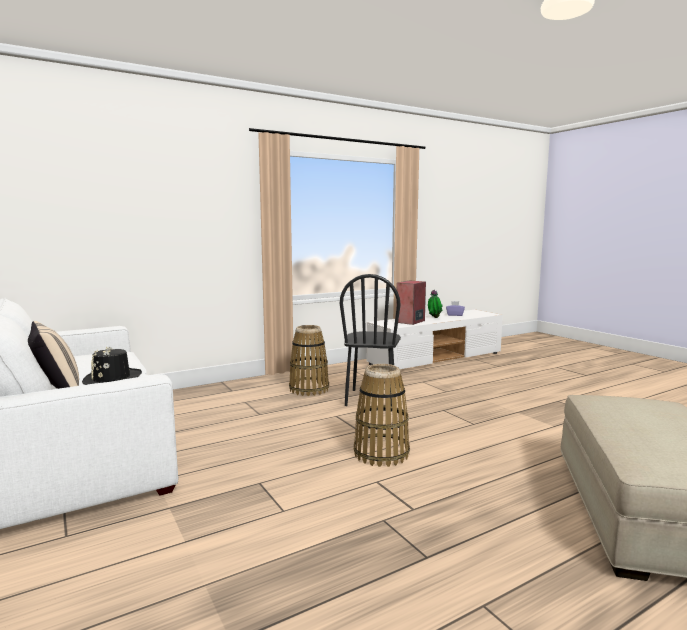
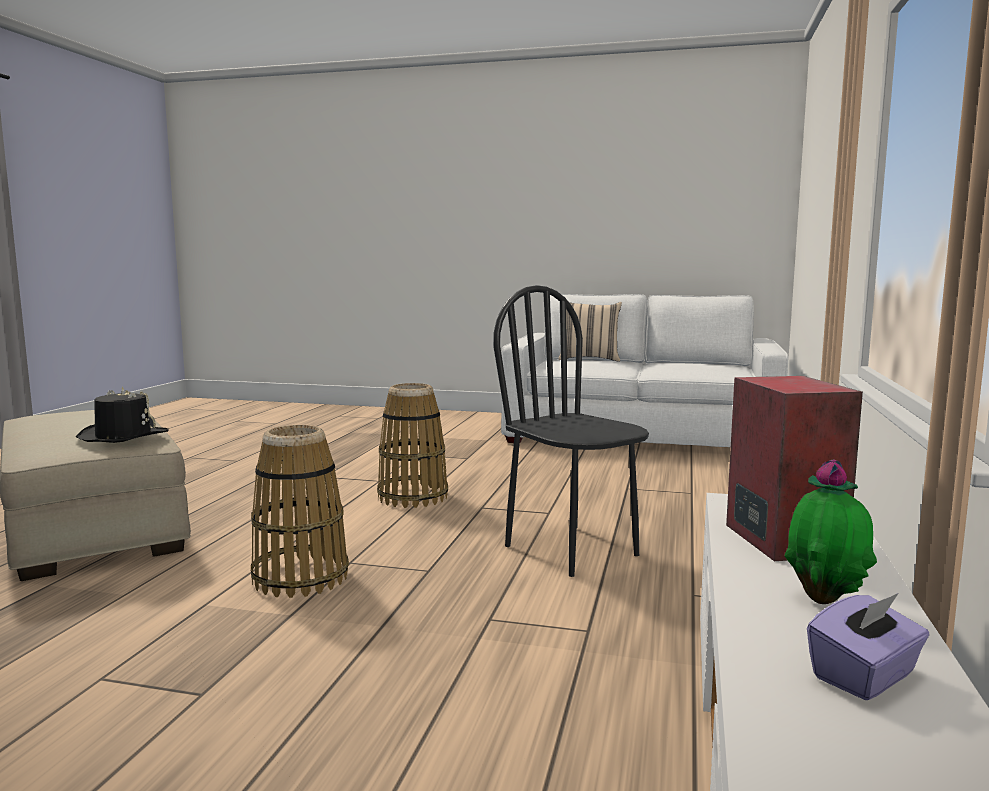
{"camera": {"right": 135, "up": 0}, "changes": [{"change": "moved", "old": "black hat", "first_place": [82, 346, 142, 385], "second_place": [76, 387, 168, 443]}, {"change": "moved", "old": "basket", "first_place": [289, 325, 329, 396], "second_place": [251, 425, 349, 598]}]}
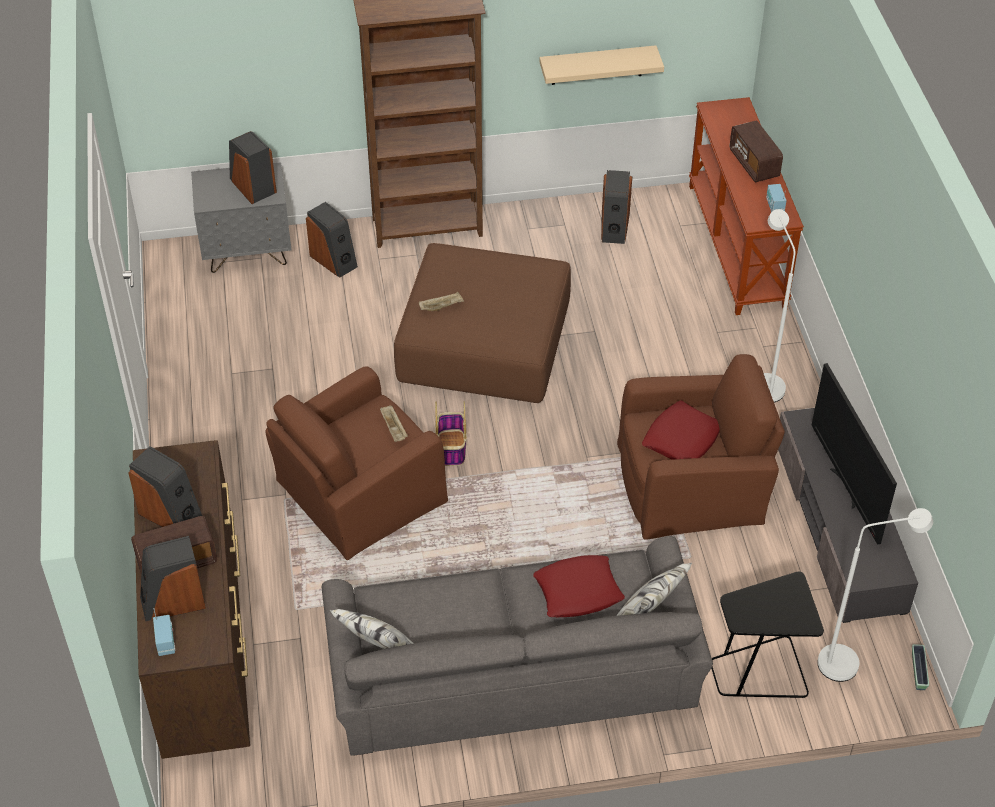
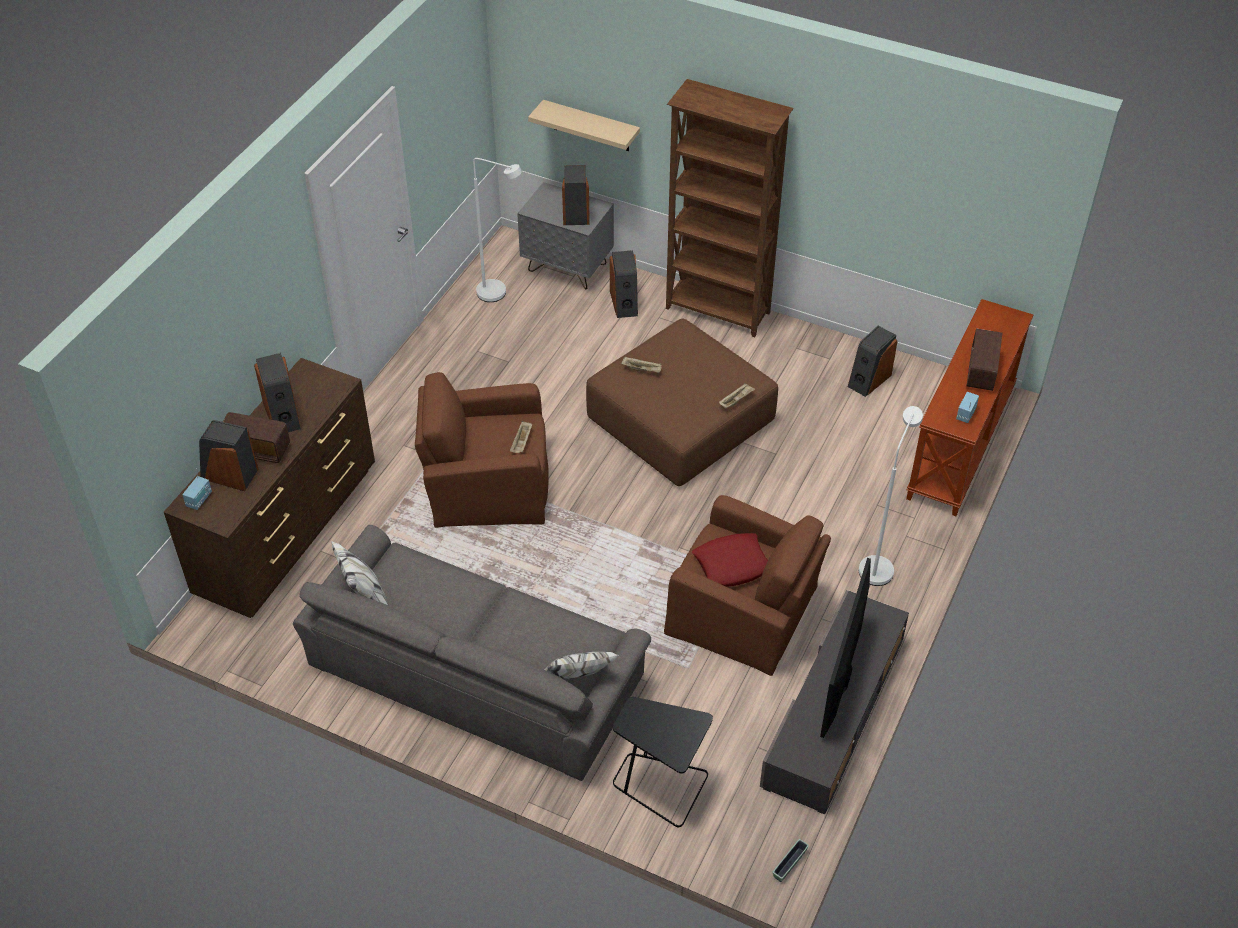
{"camera": {"right": 35, "up": 0}, "changes": [{"change": "removed", "old": "basket", "first_place": [435, 402, 467, 466]}, {"change": "removed", "old": "red pillow", "first_place": [533, 555, 625, 617]}, {"change": "moved", "old": "beige shelf", "first_place": [539, 45, 664, 85], "second_place": [528, 100, 640, 151]}, {"change": "moved", "old": "white floor lamp", "first_place": [817, 508, 933, 682], "second_place": [473, 158, 522, 302]}, {"change": "added", "new": "beige tray", "second_place": [719, 383, 755, 408]}]}
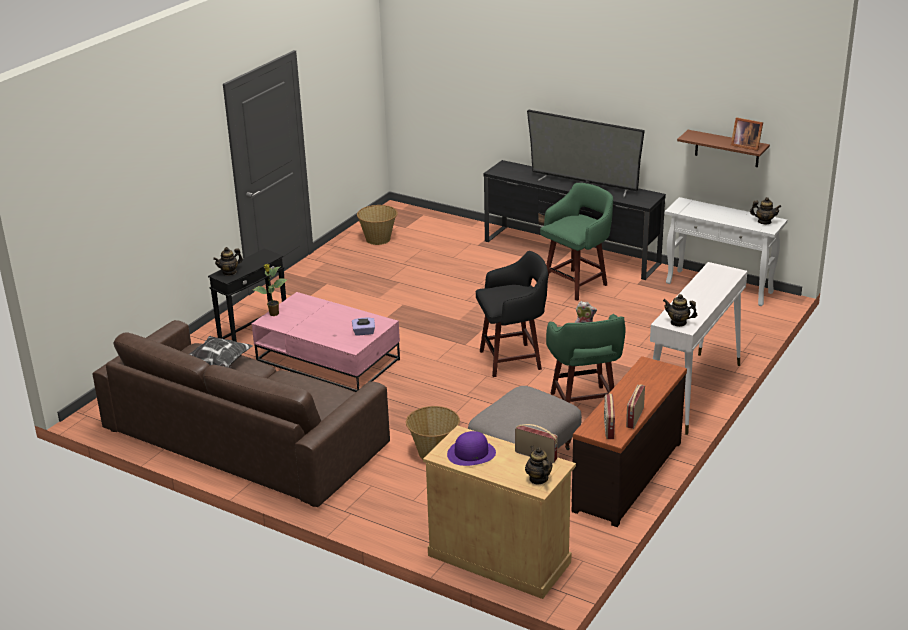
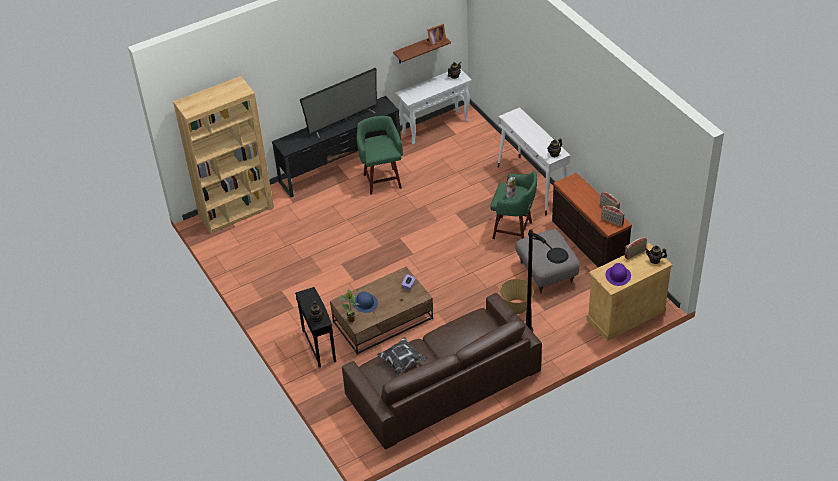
{"camera": {"right": -60, "up": 15}, "changes": [{"change": "recoloured", "old": "pink coffee table", "new": "brown coffee table", "first_place": [252, 292, 400, 392], "second_place": [330, 267, 433, 355]}, {"change": "removed", "old": "basket", "first_place": [357, 205, 398, 245]}, {"change": "removed", "old": "black stool", "first_place": [476, 251, 548, 377]}, {"change": "added", "new": "brown bookcase", "second_place": [173, 76, 274, 233]}, {"change": "added", "new": "blue hat", "second_place": [353, 291, 378, 313]}, {"change": "added", "new": "black floor lamp", "second_place": [526, 229, 568, 332]}]}
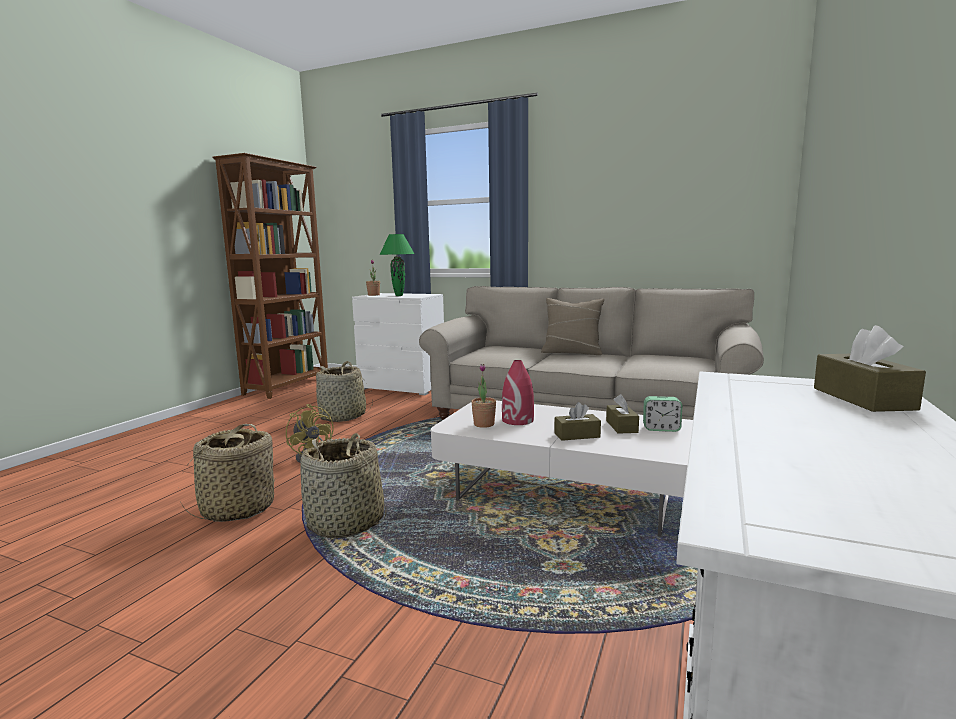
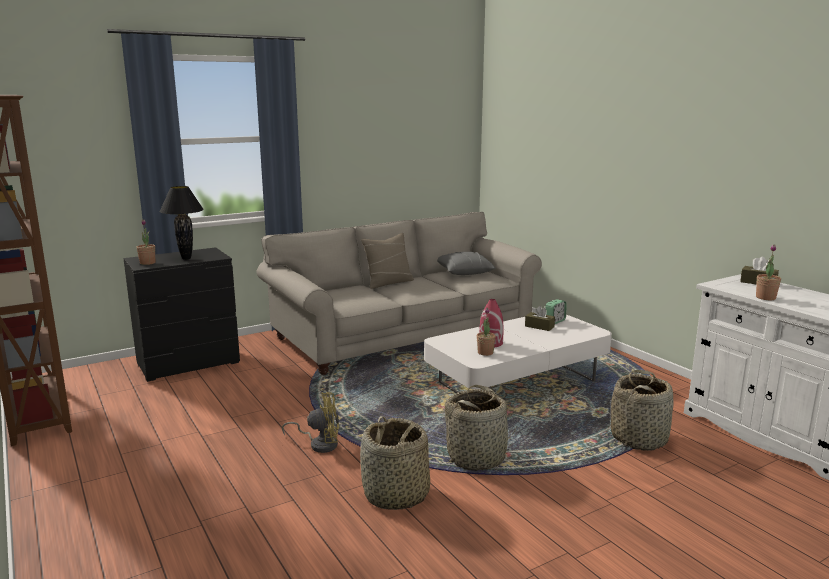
{"camera": {"right": -55, "up": 5}, "changes": [{"change": "moved", "old": "basket", "first_place": [315, 361, 373, 422], "second_place": [611, 370, 674, 451]}, {"change": "recoloured", "old": "white dresser", "new": "black dresser", "first_place": [352, 293, 444, 395], "second_place": [123, 247, 240, 382]}, {"change": "recoloured", "old": "green table lamp", "new": "black table lamp", "first_place": [379, 234, 414, 296], "second_place": [159, 186, 204, 260]}, {"change": "removed", "old": "brown tissue box", "first_place": [554, 402, 601, 441]}, {"change": "added", "new": "grey pillow", "second_place": [437, 252, 496, 275]}, {"change": "added", "new": "potted plant", "second_place": [756, 245, 781, 300]}]}
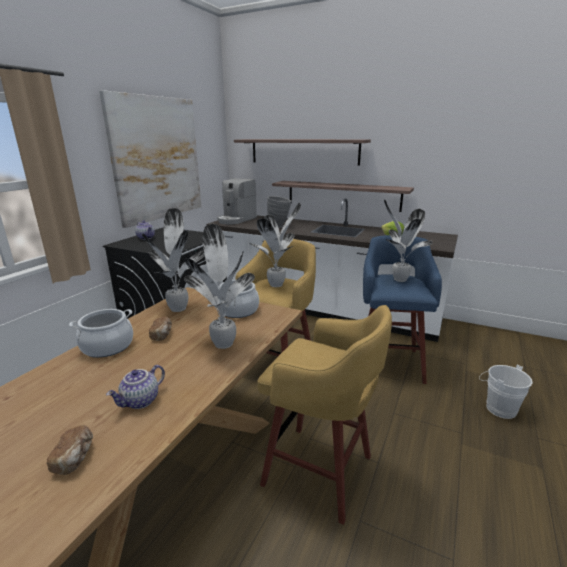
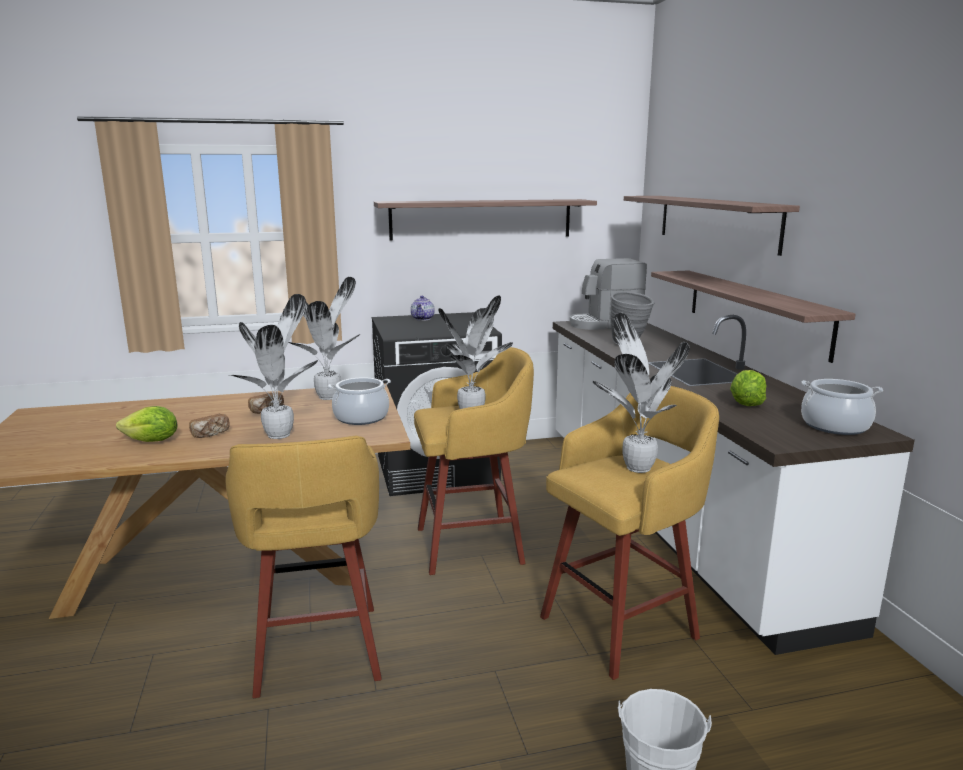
{"camera": {"right": 50, "up": -5}, "changes": [{"change": "moved", "old": "bread", "first_place": [47, 425, 93, 475], "second_place": [189, 414, 230, 438]}, {"change": "moved", "old": "cooking pot", "first_place": [69, 309, 133, 358], "second_place": [801, 379, 883, 435]}, {"change": "replaced", "old": "picture", "new": "shelf", "first_place": [99, 90, 201, 228], "second_place": [374, 199, 597, 241]}, {"change": "replaced", "old": "teapot", "new": "lettuce", "first_place": [106, 365, 165, 409], "second_place": [116, 406, 178, 442]}, {"change": "recoloured", "old": "blue stool", "new": "yellow stool", "first_place": [363, 235, 442, 384], "second_place": [540, 386, 719, 680]}]}
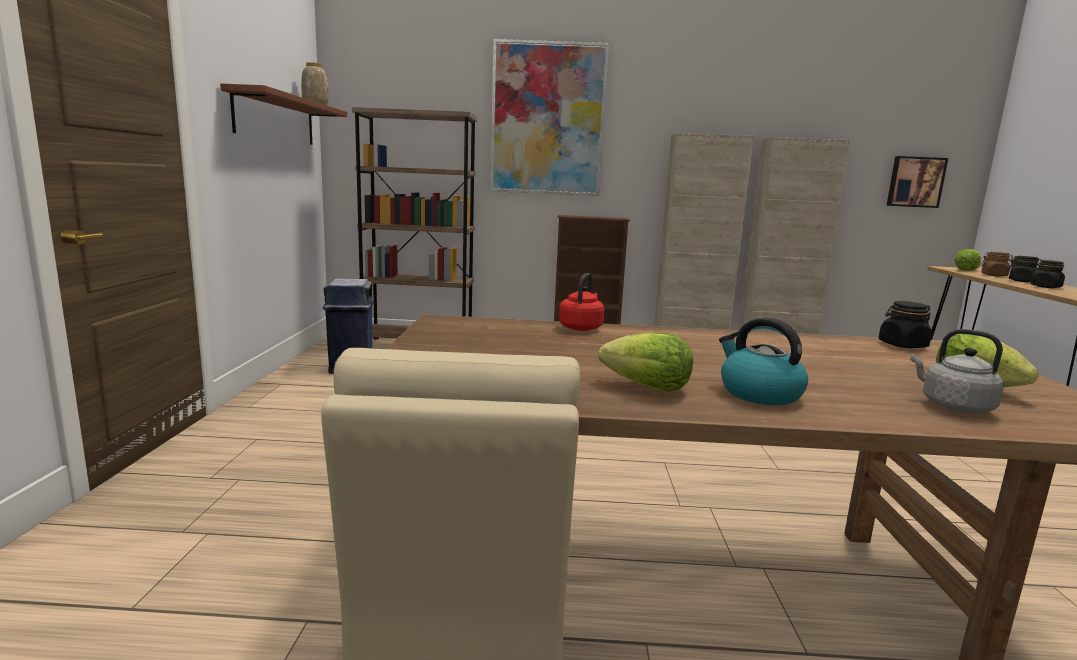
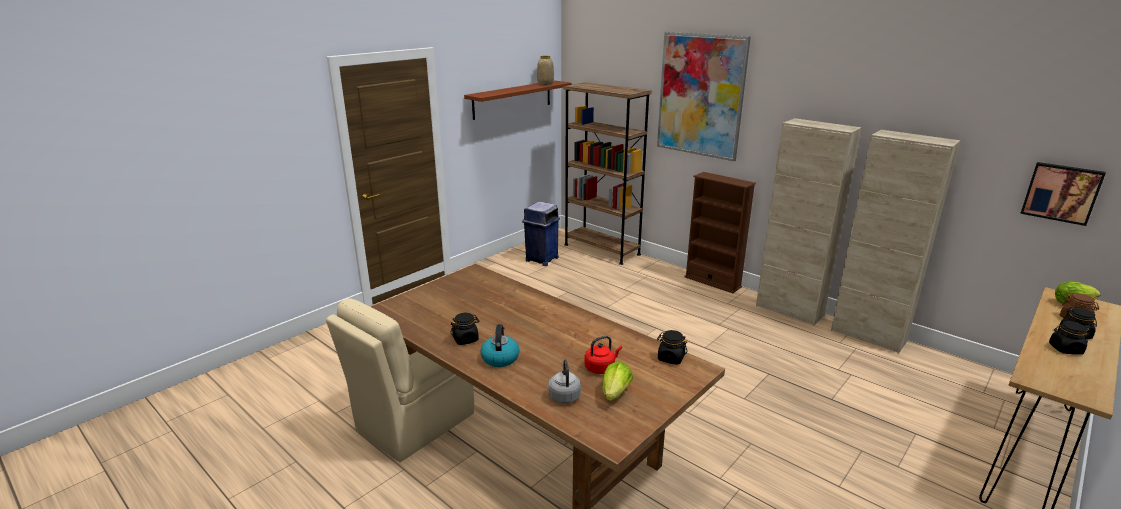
{"camera": {"right": 40, "up": 10}, "changes": [{"change": "moved", "old": "red kettle", "first_place": [559, 273, 604, 331], "second_place": [584, 336, 622, 374]}, {"change": "replaced", "old": "lettuce", "new": "black jar", "first_place": [599, 332, 693, 392], "second_place": [451, 313, 480, 345]}]}
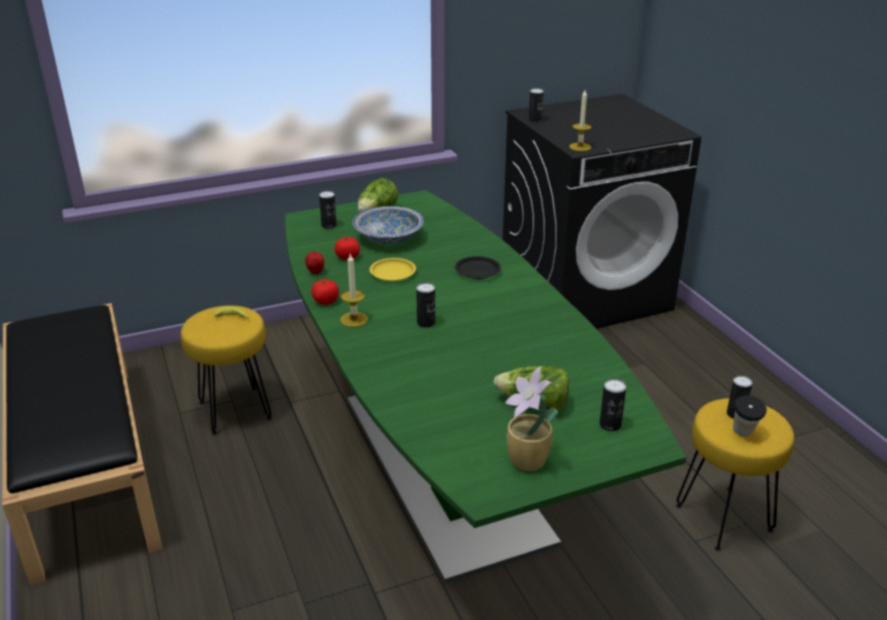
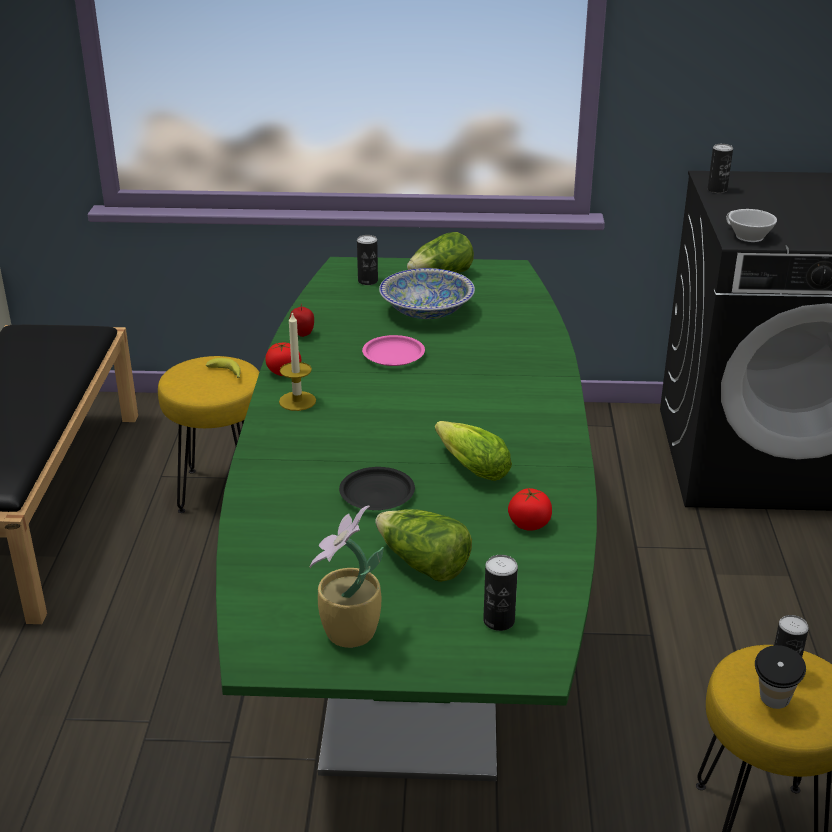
{"camera": {"right": 25, "up": 0}, "changes": [{"change": "moved", "old": "tomato", "first_place": [335, 237, 360, 260], "second_place": [508, 488, 552, 531]}, {"change": "recoloured", "old": "yellow plate", "new": "pink plate", "first_place": [370, 258, 416, 281], "second_place": [362, 335, 425, 366]}, {"change": "removed", "old": "can", "first_place": [416, 283, 435, 328]}, {"change": "moved", "old": "black plate", "first_place": [455, 256, 501, 279], "second_place": [339, 467, 415, 510]}, {"change": "replaced", "old": "candle", "new": "white cup", "first_place": [569, 90, 592, 151], "second_place": [726, 209, 777, 242]}, {"change": "added", "new": "lettuce", "second_place": [435, 421, 512, 481]}]}
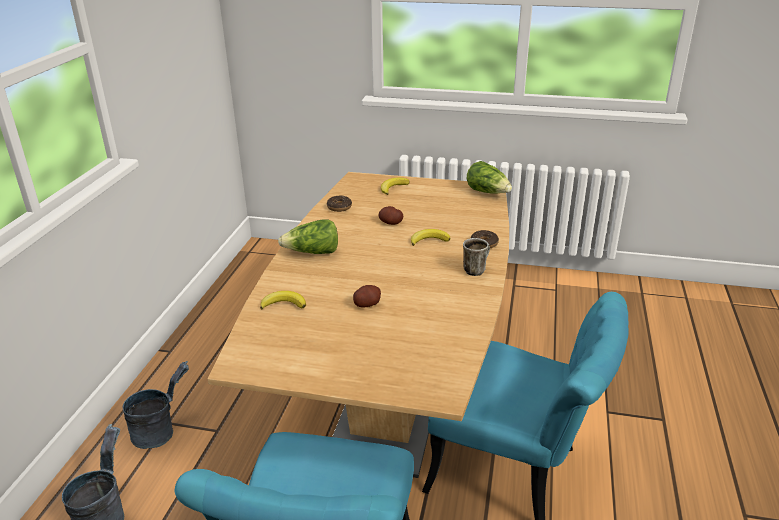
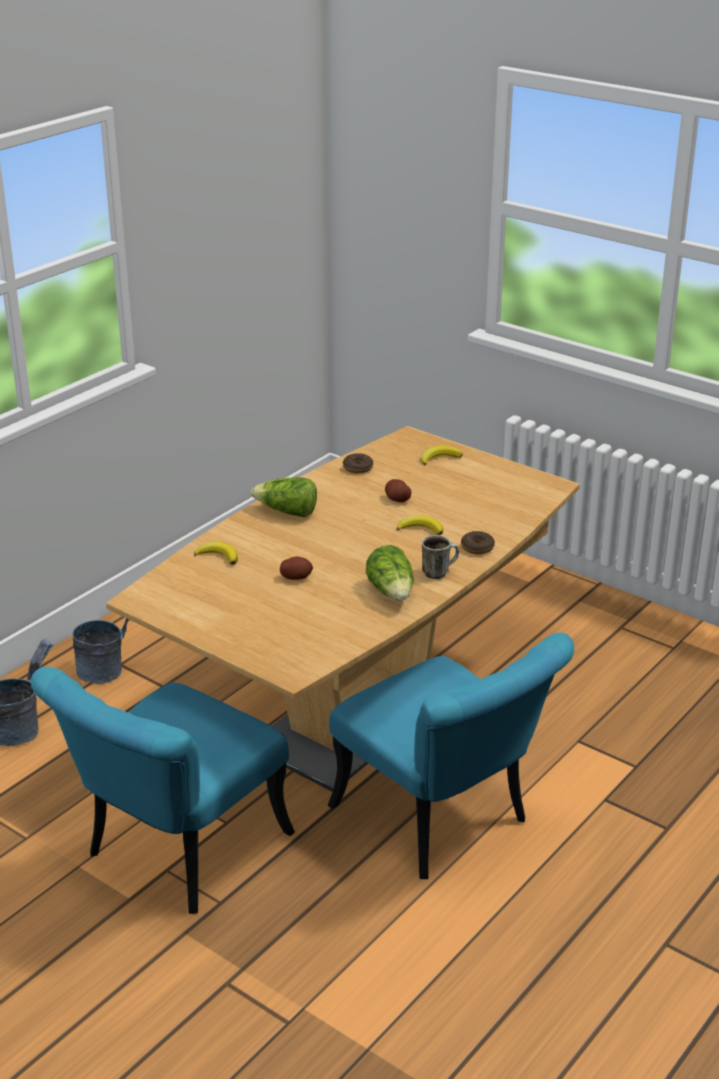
{"camera": {"right": 25, "up": 0}, "changes": [{"change": "moved", "old": "lettuce", "first_place": [467, 161, 512, 194], "second_place": [366, 545, 414, 601]}]}
